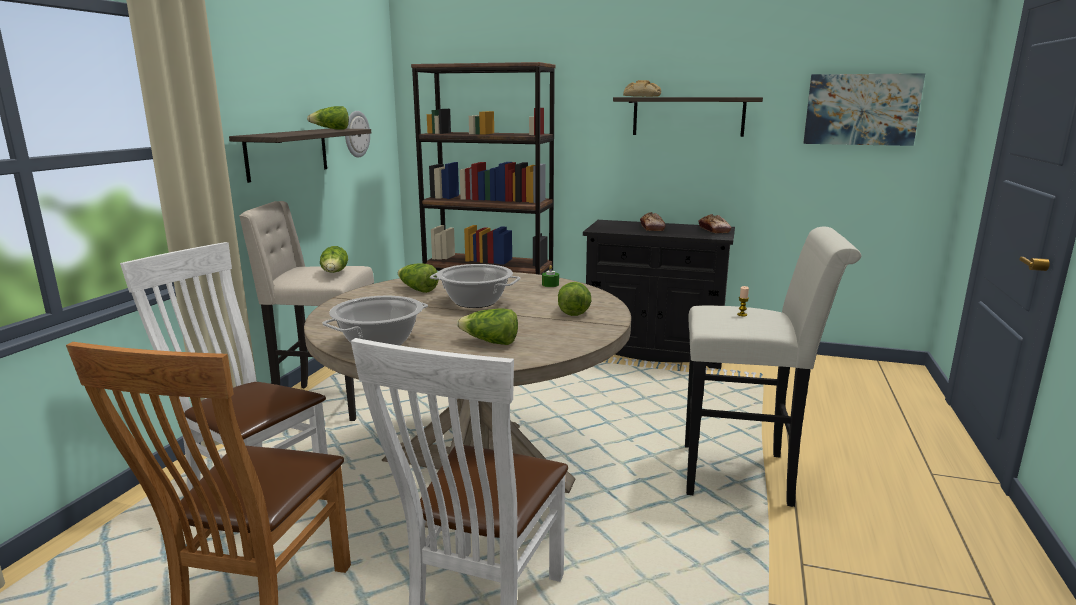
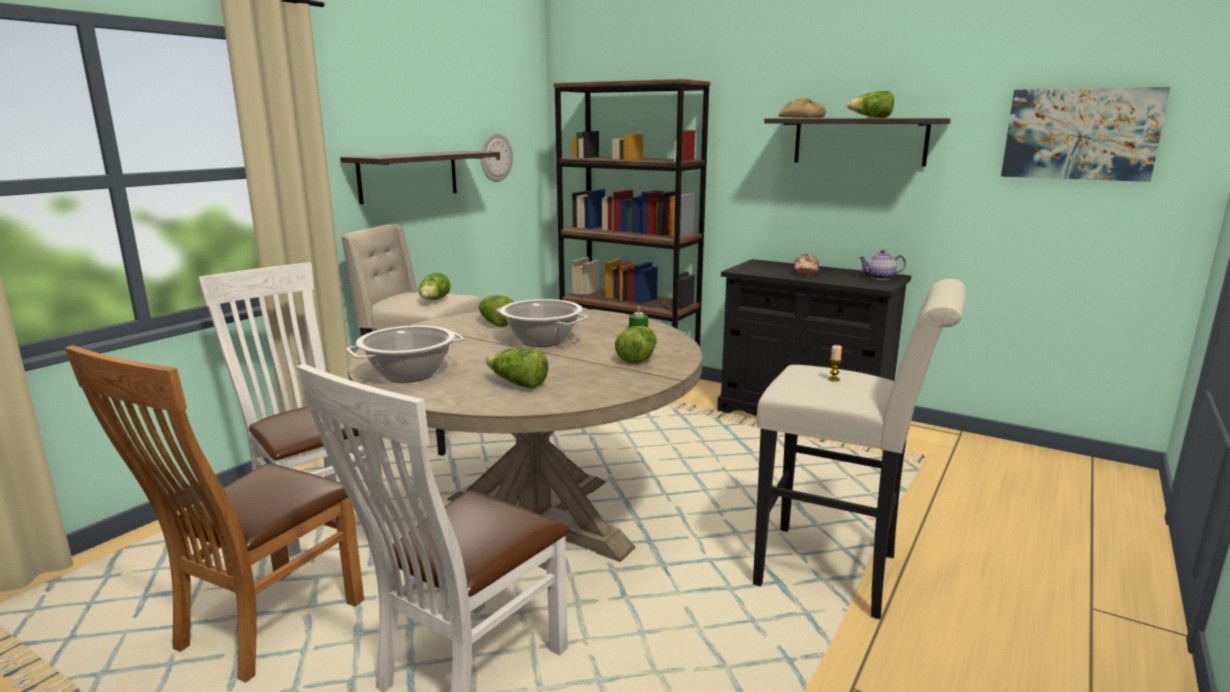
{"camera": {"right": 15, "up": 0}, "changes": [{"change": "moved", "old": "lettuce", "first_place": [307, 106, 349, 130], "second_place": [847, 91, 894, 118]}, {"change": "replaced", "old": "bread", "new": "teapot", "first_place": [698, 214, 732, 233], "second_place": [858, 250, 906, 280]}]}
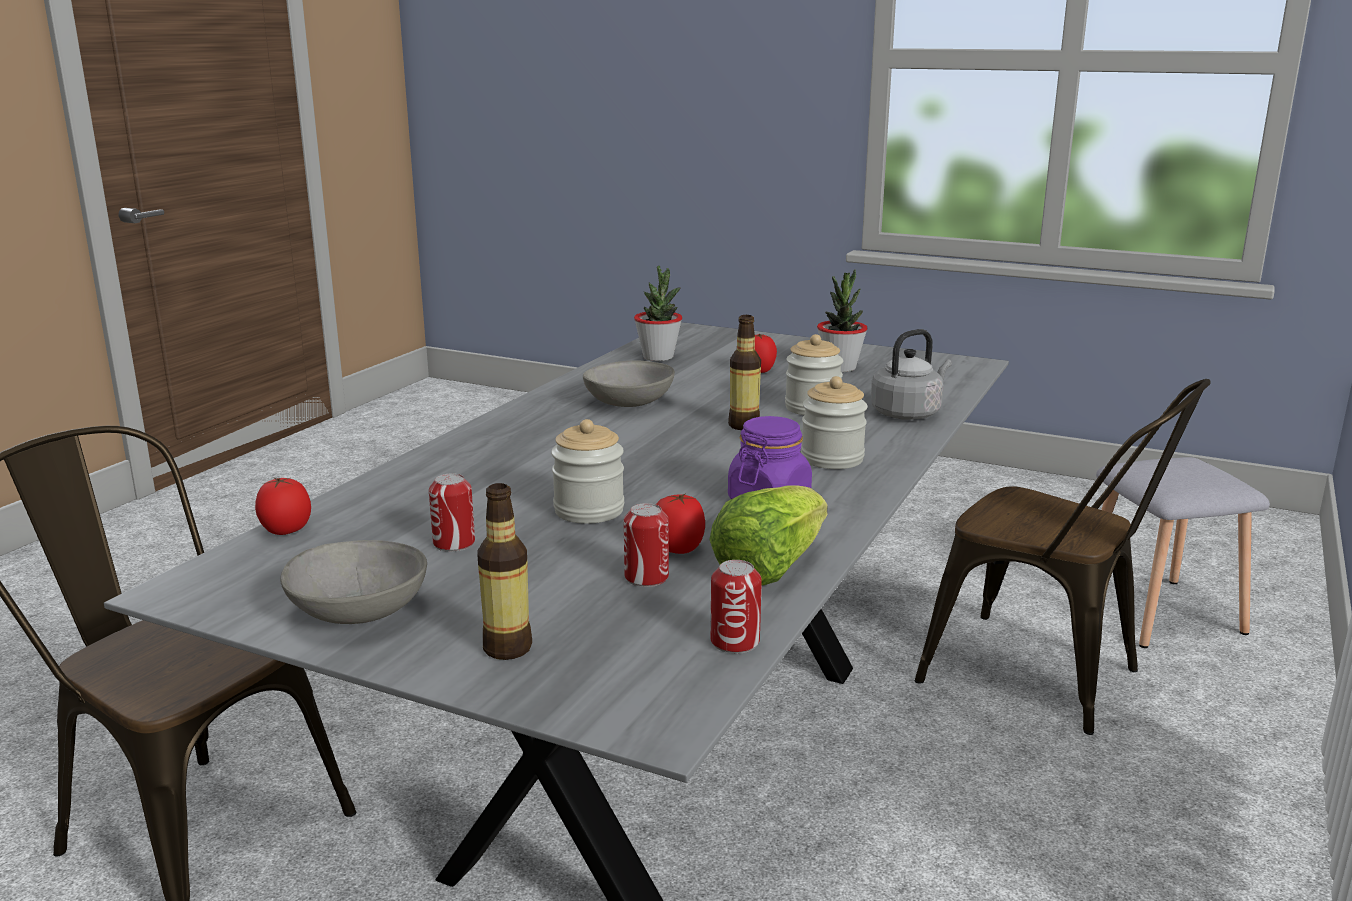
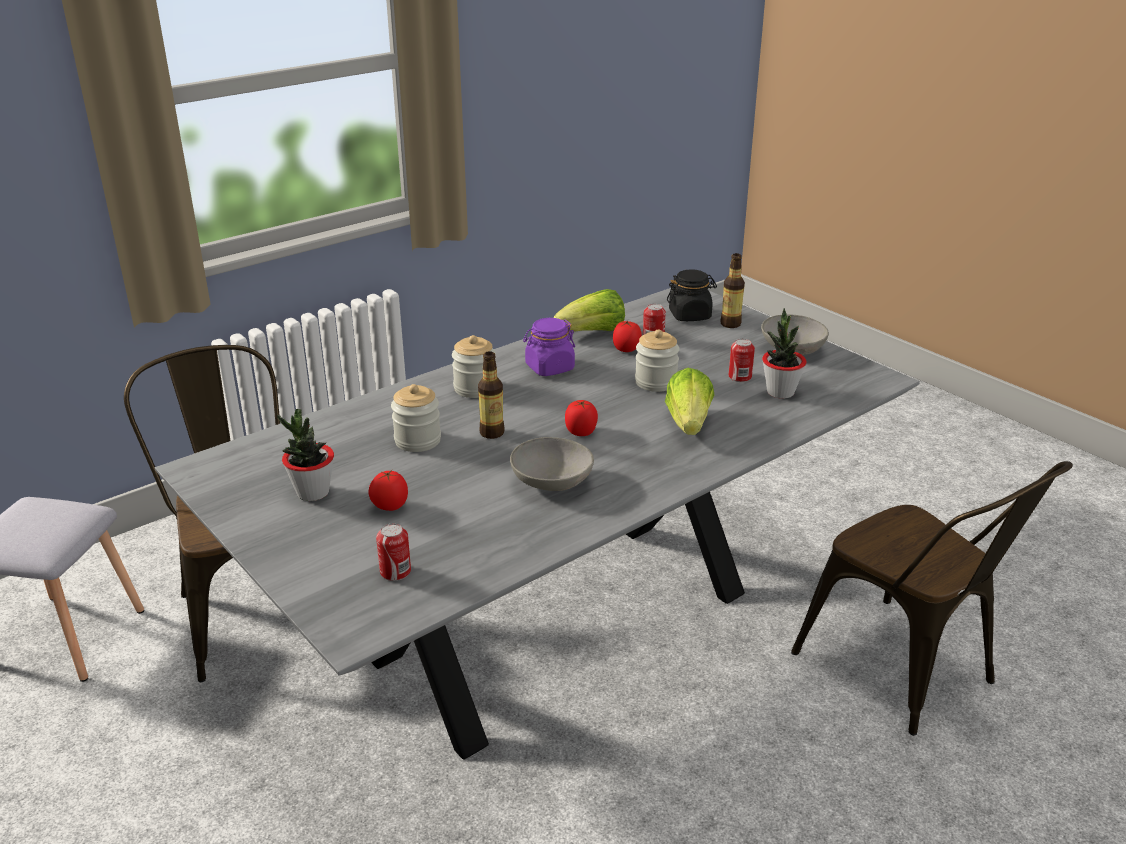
{"camera": {"right": -155, "up": 10}, "changes": [{"change": "moved", "old": "tomato", "first_place": [255, 477, 311, 535], "second_place": [565, 400, 598, 436]}, {"change": "moved", "old": "potted plant", "first_place": [634, 265, 682, 361], "second_place": [762, 308, 807, 399]}, {"change": "moved", "old": "can", "first_place": [710, 560, 762, 654], "second_place": [376, 524, 411, 581]}, {"change": "removed", "old": "grey kettle", "first_place": [871, 329, 952, 420]}, {"change": "added", "new": "lettuce", "second_place": [665, 368, 714, 435]}, {"change": "added", "new": "black jar", "second_place": [667, 269, 717, 321]}]}
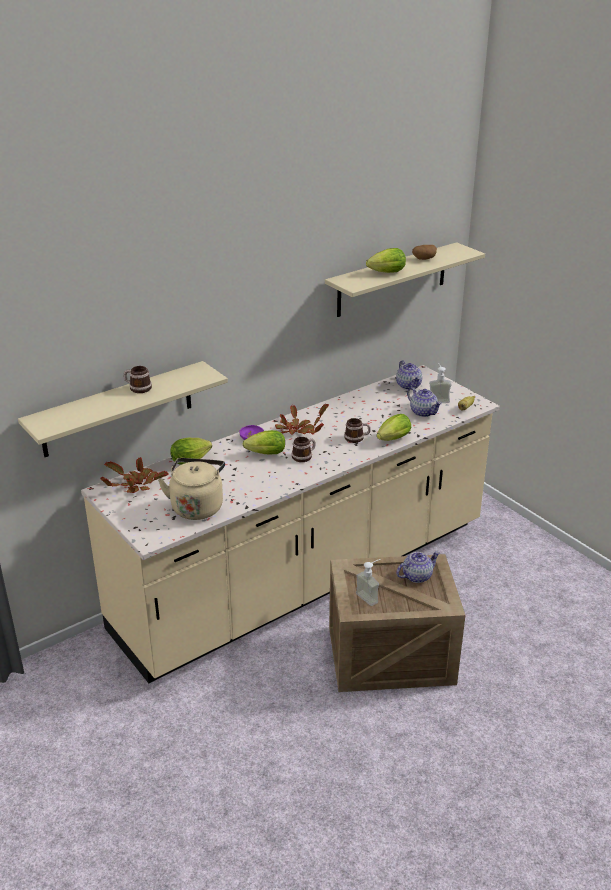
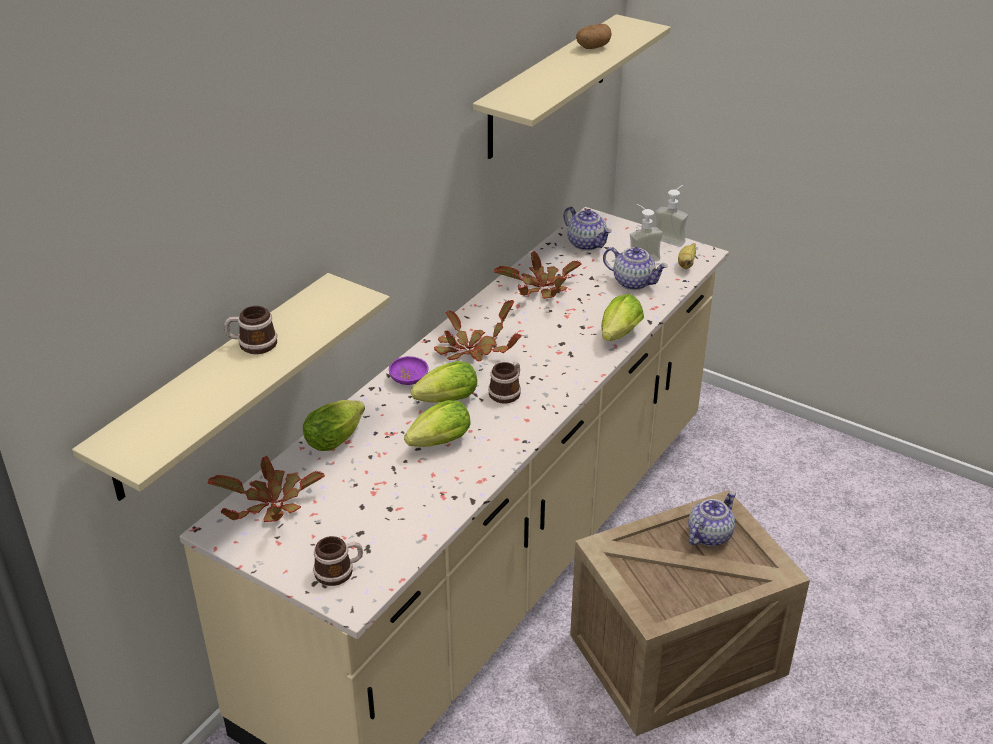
{"camera": {"right": -20, "up": 5}, "changes": [{"change": "removed", "old": "beige kettle", "first_place": [158, 458, 225, 520]}, {"change": "moved", "old": "mug", "first_place": [344, 418, 371, 443], "second_place": [313, 536, 363, 586]}, {"change": "moved", "old": "soap dispenser", "first_place": [356, 559, 381, 606], "second_place": [656, 185, 688, 247]}, {"change": "moved", "old": "lettuce", "first_place": [366, 248, 406, 273], "second_place": [404, 400, 470, 447]}, {"change": "added", "new": "potted plant", "second_place": [494, 251, 582, 299]}]}
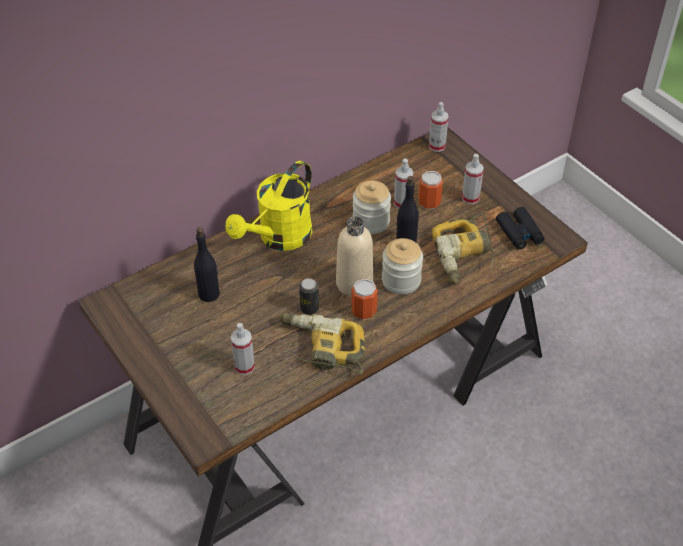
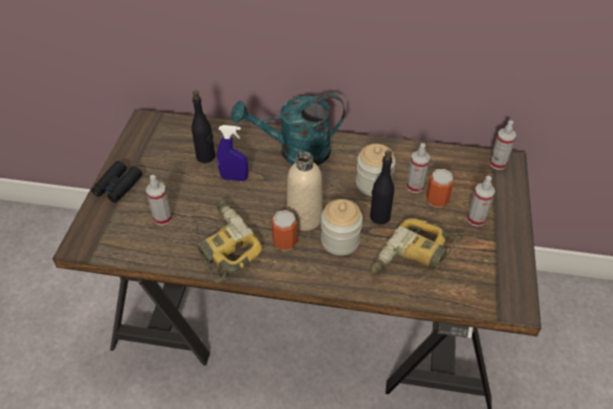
{"camera": {"right": 45, "up": 0}, "changes": [{"change": "recoloured", "old": "yellow watering can", "new": "turquoise watering can", "first_place": [226, 161, 312, 251], "second_place": [231, 93, 345, 165]}, {"change": "removed", "old": "can", "first_place": [299, 278, 319, 315]}, {"change": "moved", "old": "black binoculars", "first_place": [496, 207, 544, 250], "second_place": [91, 161, 142, 203]}, {"change": "added", "new": "blue spray bottle", "second_place": [217, 125, 248, 181]}]}
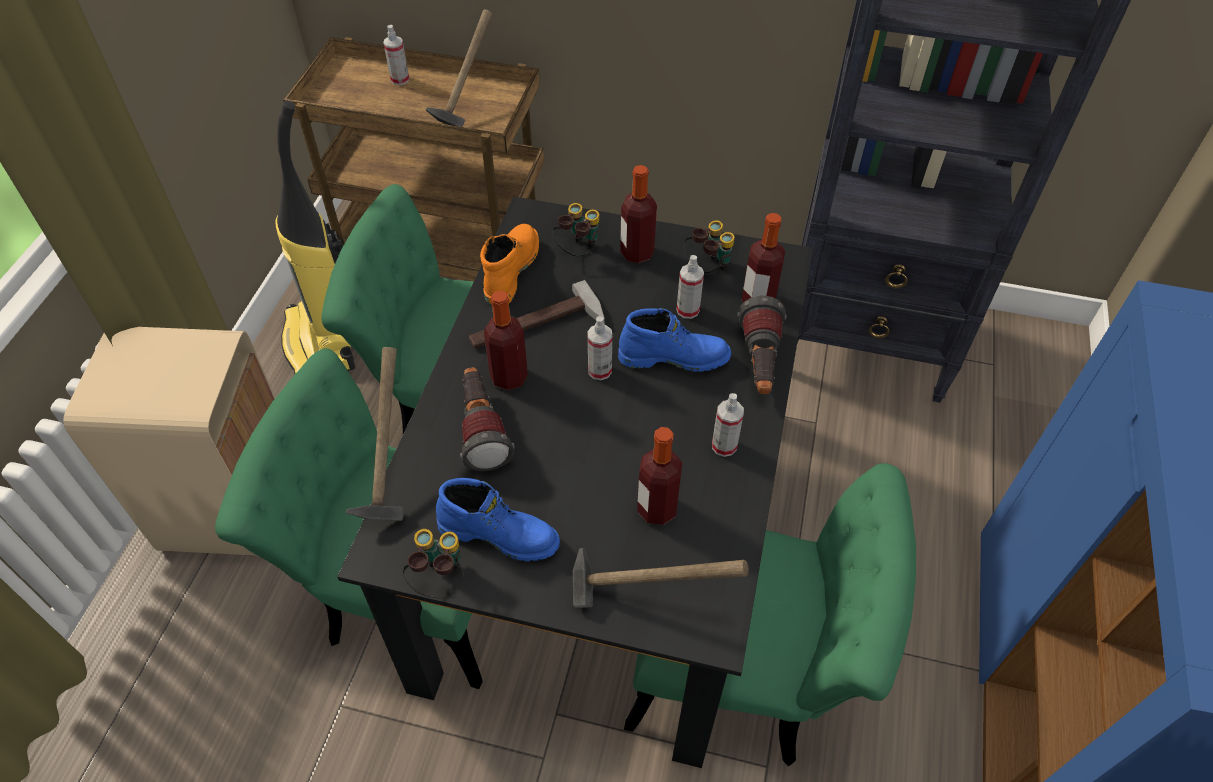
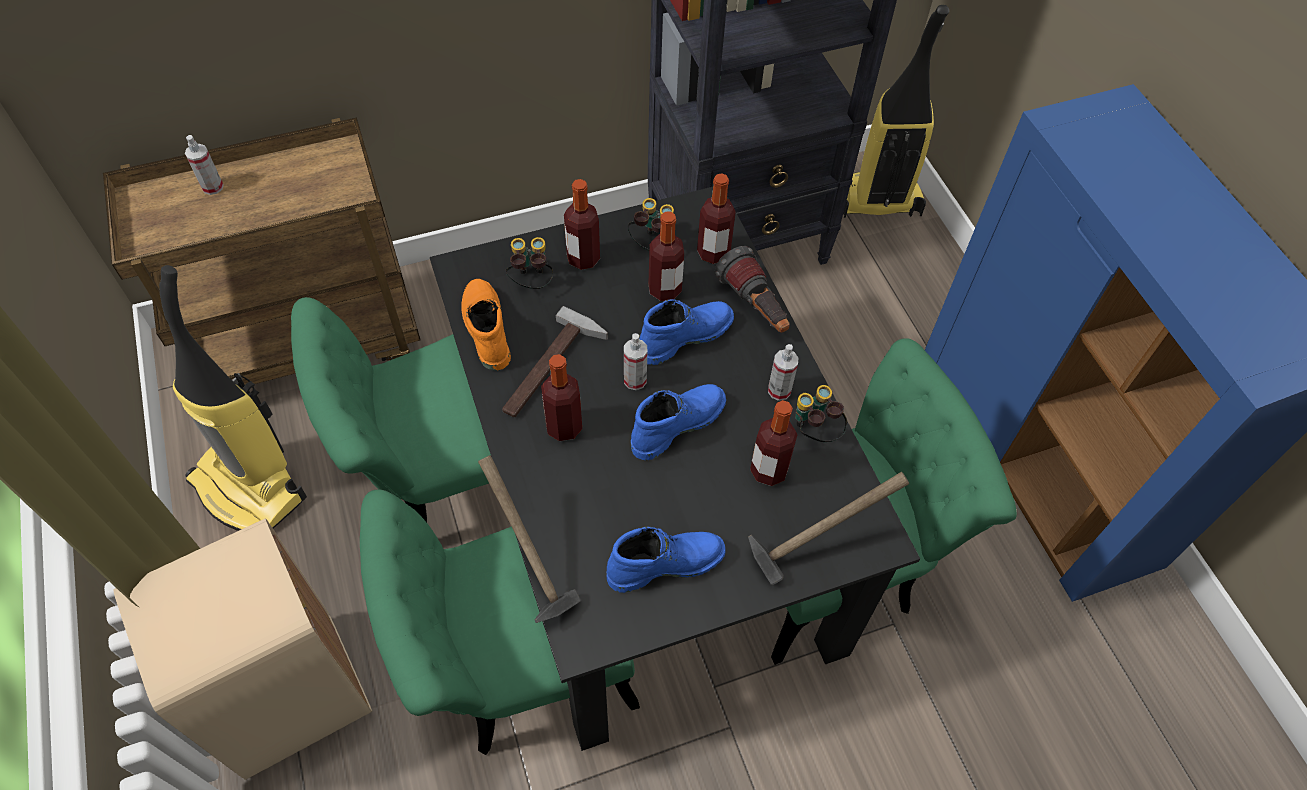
{"camera": {"right": -35, "up": 5}, "changes": [{"change": "moved", "old": "binoculars", "first_place": [402, 529, 464, 599], "second_place": [795, 385, 847, 442]}, {"change": "removed", "old": "hammer", "first_place": [426, 9, 492, 127]}, {"change": "removed", "old": "flashlight", "first_place": [460, 367, 515, 471]}, {"change": "replaced", "old": "spray bottle", "new": "bottle", "first_place": [676, 255, 704, 319], "second_place": [648, 211, 684, 301]}, {"change": "added", "new": "blue boot", "second_place": [631, 384, 726, 460]}, {"change": "added", "new": "vacuum cleaner", "second_place": [843, 5, 949, 218]}]}
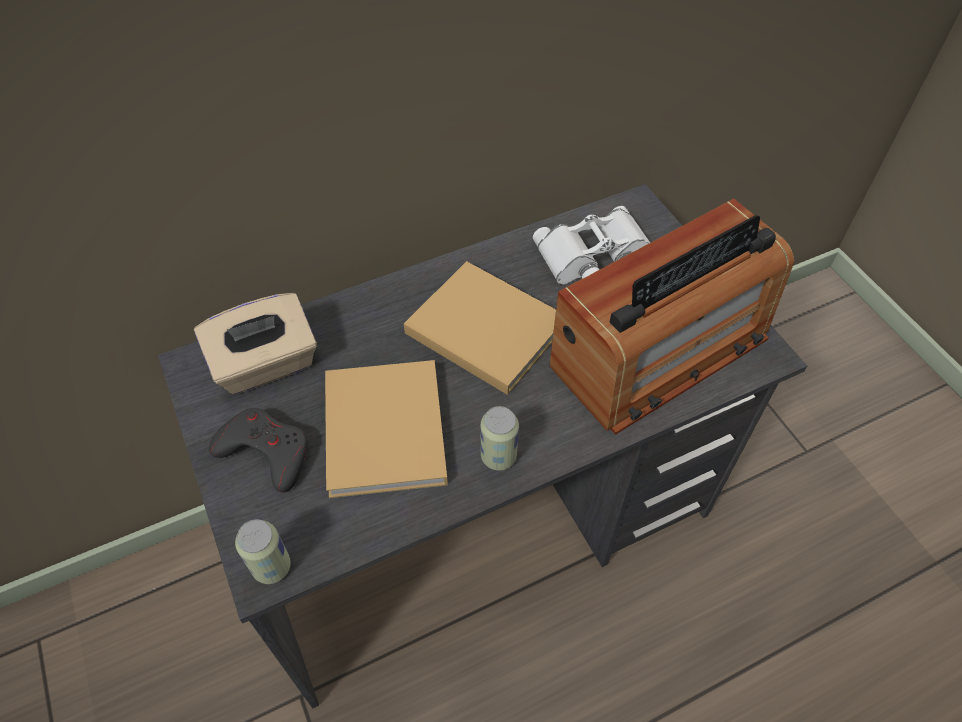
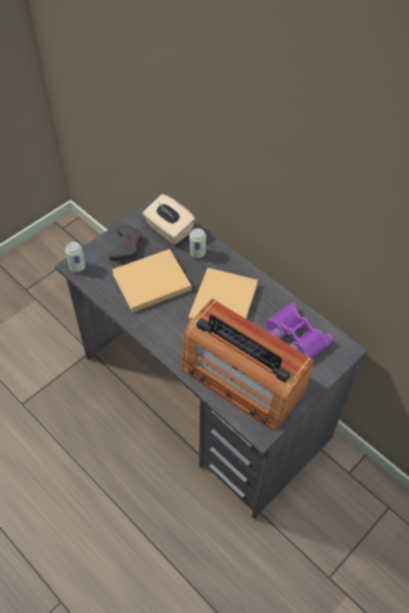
{"camera": {"right": 70, "up": 0}, "changes": [{"change": "moved", "old": "can", "first_place": [481, 406, 519, 471], "second_place": [189, 228, 206, 258]}, {"change": "recoloured", "old": "white binoculars", "new": "purple binoculars", "first_place": [533, 206, 650, 285], "second_place": [266, 302, 334, 359]}]}
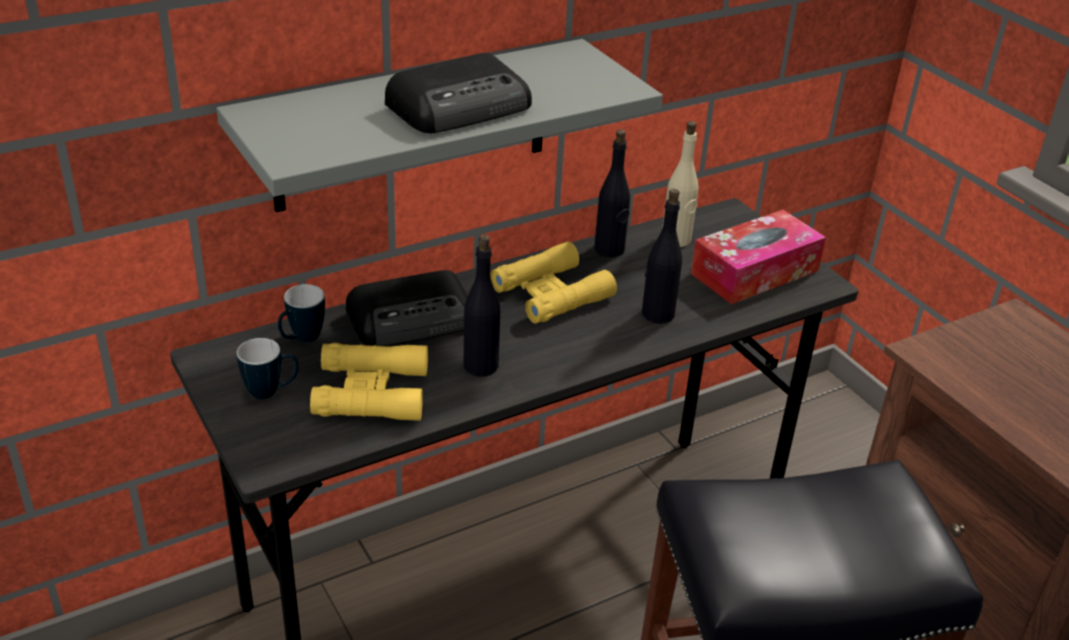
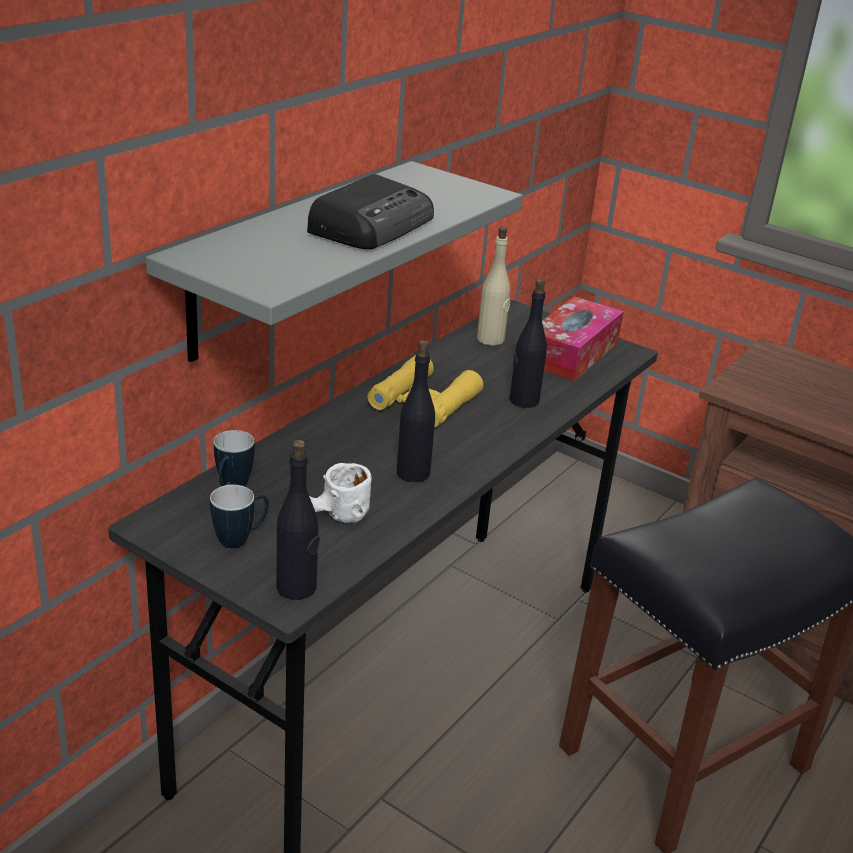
{"camera": {"right": -25, "up": -5}, "changes": [{"change": "replaced", "old": "yellow binoculars", "new": "white mug", "first_place": [310, 343, 428, 421], "second_place": [309, 463, 372, 523]}, {"change": "removed", "old": "radio", "first_place": [346, 270, 468, 346]}, {"change": "moved", "old": "black bottle", "first_place": [594, 129, 630, 257], "second_place": [277, 440, 320, 600]}]}
